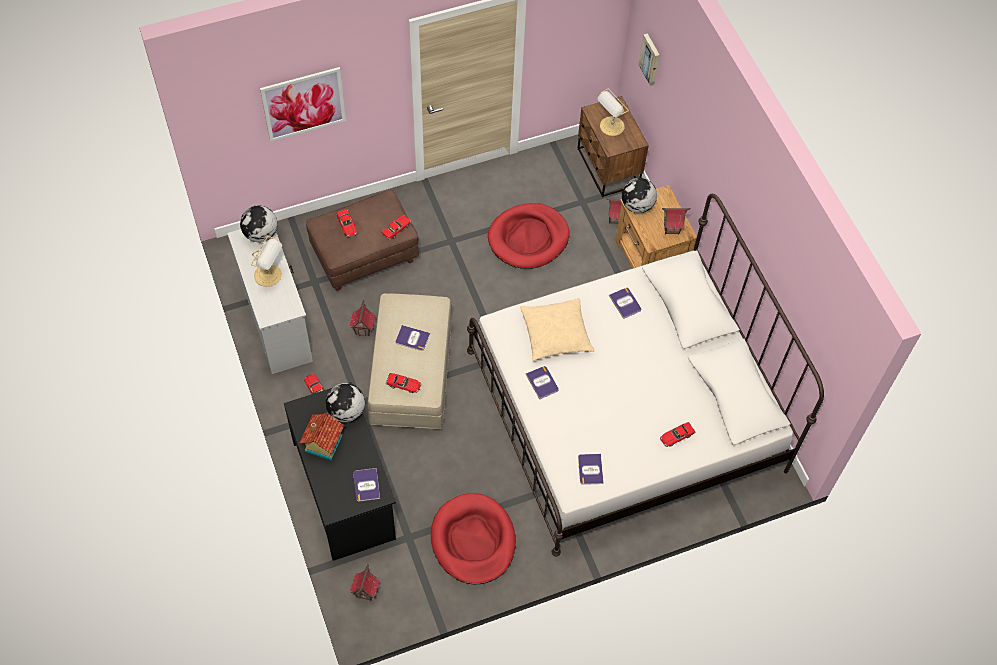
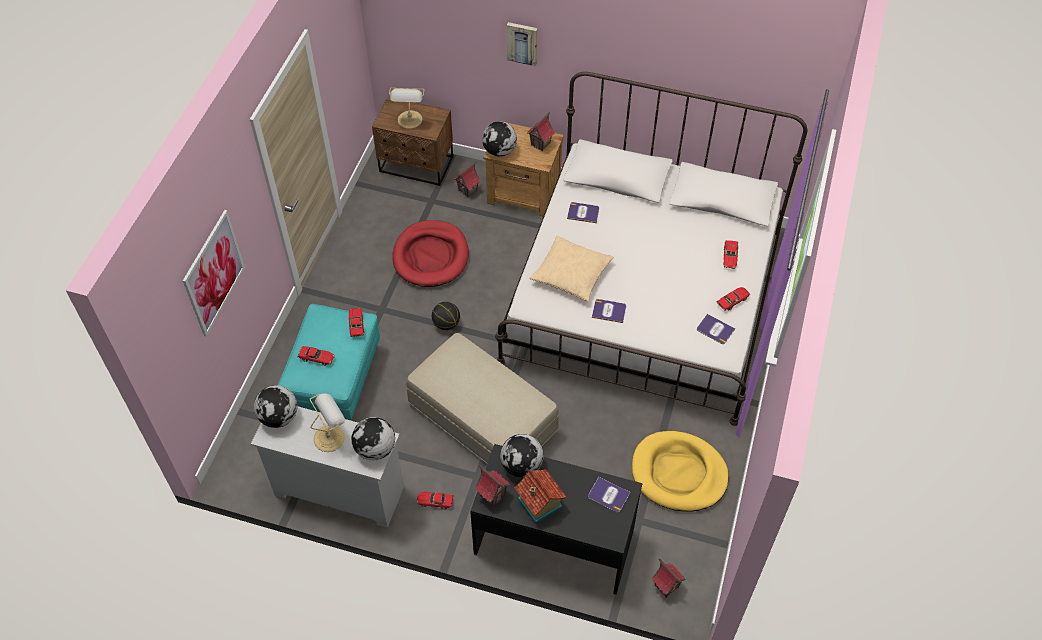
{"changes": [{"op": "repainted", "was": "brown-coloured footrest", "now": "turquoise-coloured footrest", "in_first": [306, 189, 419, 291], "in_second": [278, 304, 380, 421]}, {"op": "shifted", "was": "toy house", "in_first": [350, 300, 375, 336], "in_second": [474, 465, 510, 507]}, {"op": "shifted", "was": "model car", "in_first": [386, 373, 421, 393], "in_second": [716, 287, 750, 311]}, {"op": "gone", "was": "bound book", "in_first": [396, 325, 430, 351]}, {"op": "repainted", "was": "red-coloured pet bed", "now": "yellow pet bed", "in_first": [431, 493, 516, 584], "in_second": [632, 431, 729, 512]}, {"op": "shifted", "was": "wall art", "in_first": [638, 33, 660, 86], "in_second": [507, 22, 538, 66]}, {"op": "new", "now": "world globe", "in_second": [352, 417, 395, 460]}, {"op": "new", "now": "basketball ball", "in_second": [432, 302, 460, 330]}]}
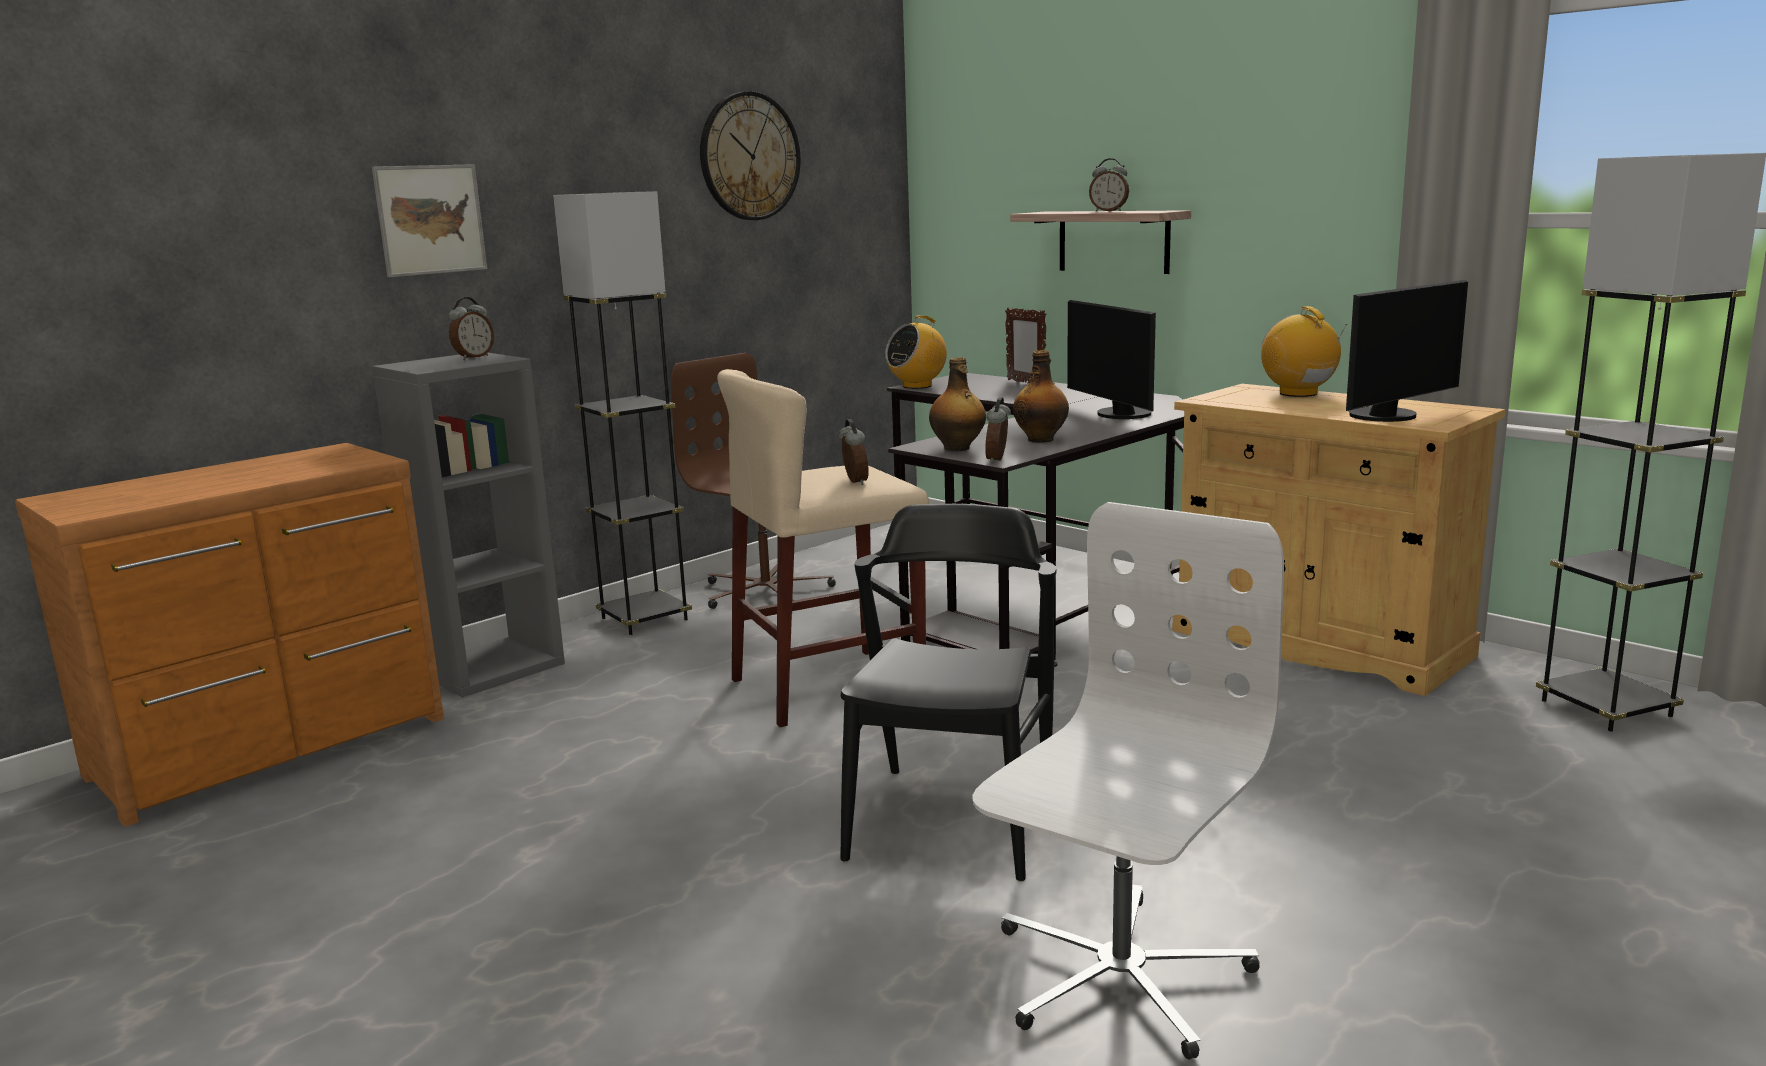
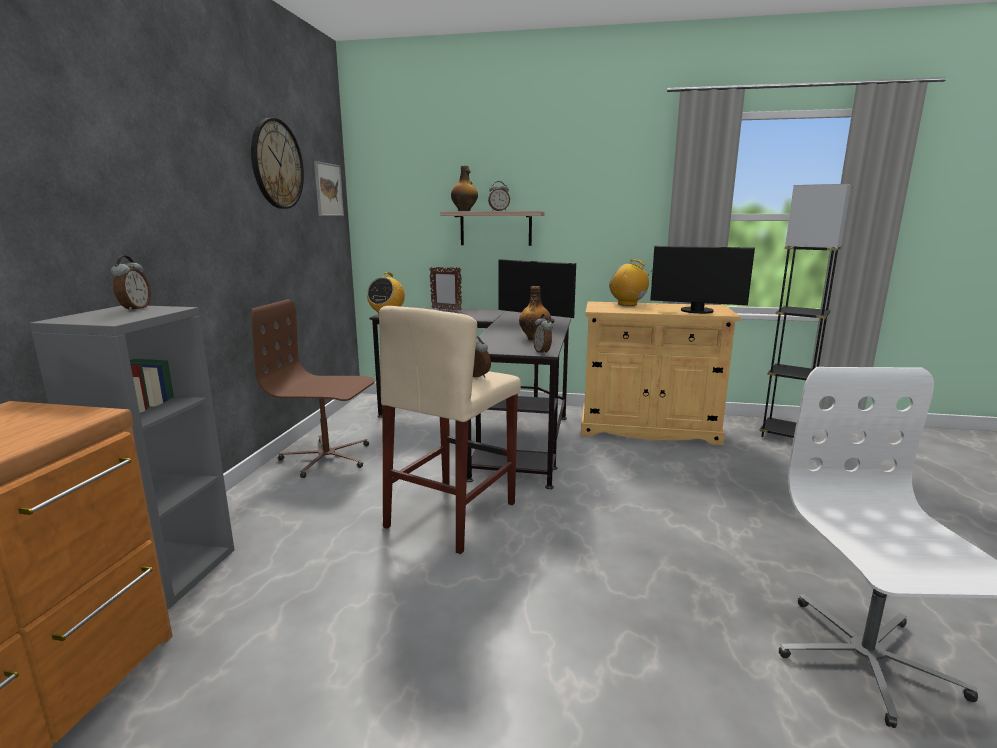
{"changes": [{"op": "shifted", "was": "wall art", "in_first": [372, 164, 487, 277], "in_second": [314, 161, 344, 216]}, {"op": "gone", "was": "greyish standard lamp", "in_first": [553, 191, 692, 635]}, {"op": "gone", "was": "black-coloured chair", "in_first": [840, 504, 1057, 882]}, {"op": "shifted", "was": "drink bottle", "in_first": [929, 357, 986, 451], "in_second": [451, 166, 478, 211]}, {"op": "rotated", "was": "computer screen", "in_first": [1346, 280, 1468, 422], "in_second": [650, 246, 755, 314], "clockwise": 90}]}
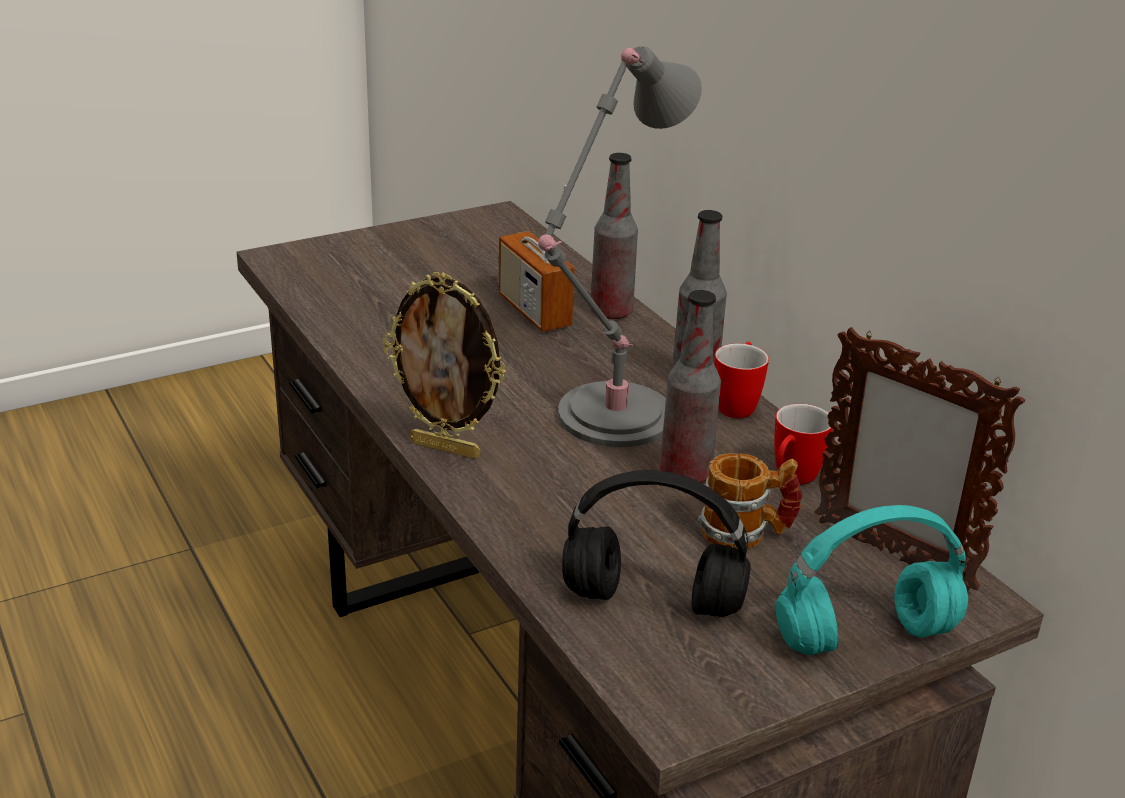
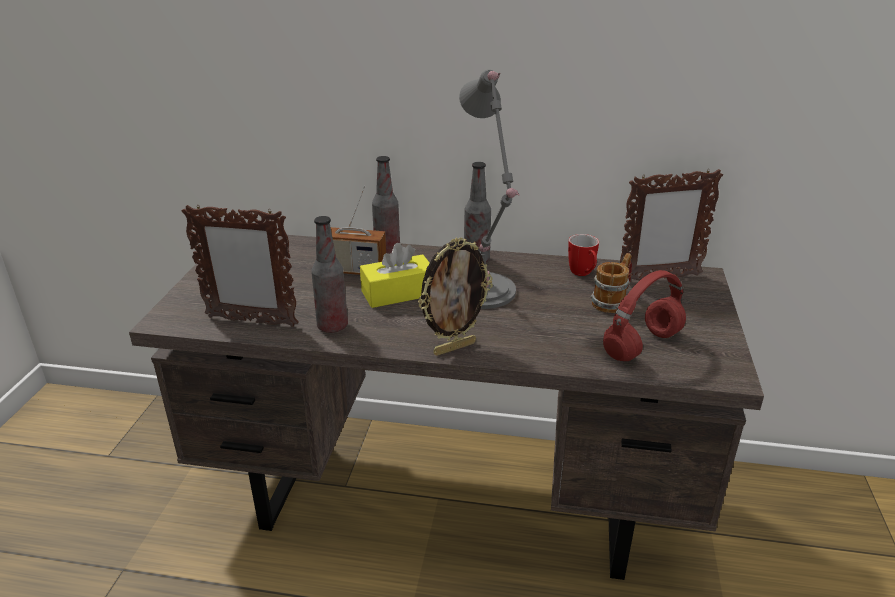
{"changes": [{"op": "repainted", "was": "black-coloured headset", "now": "red-coloured headset", "in_first": [562, 470, 751, 617], "in_second": [603, 270, 686, 361]}, {"op": "shifted", "was": "drink bottle", "in_first": [660, 290, 721, 483], "in_second": [311, 216, 348, 333]}, {"op": "gone", "was": "tea mug", "in_first": [714, 342, 769, 419]}, {"op": "gone", "was": "turquoise-coloured headset", "in_first": [775, 505, 968, 655]}, {"op": "new", "now": "picture frame", "in_second": [182, 204, 299, 327]}, {"op": "new", "now": "yellow box of tissues", "in_second": [360, 243, 430, 308]}]}
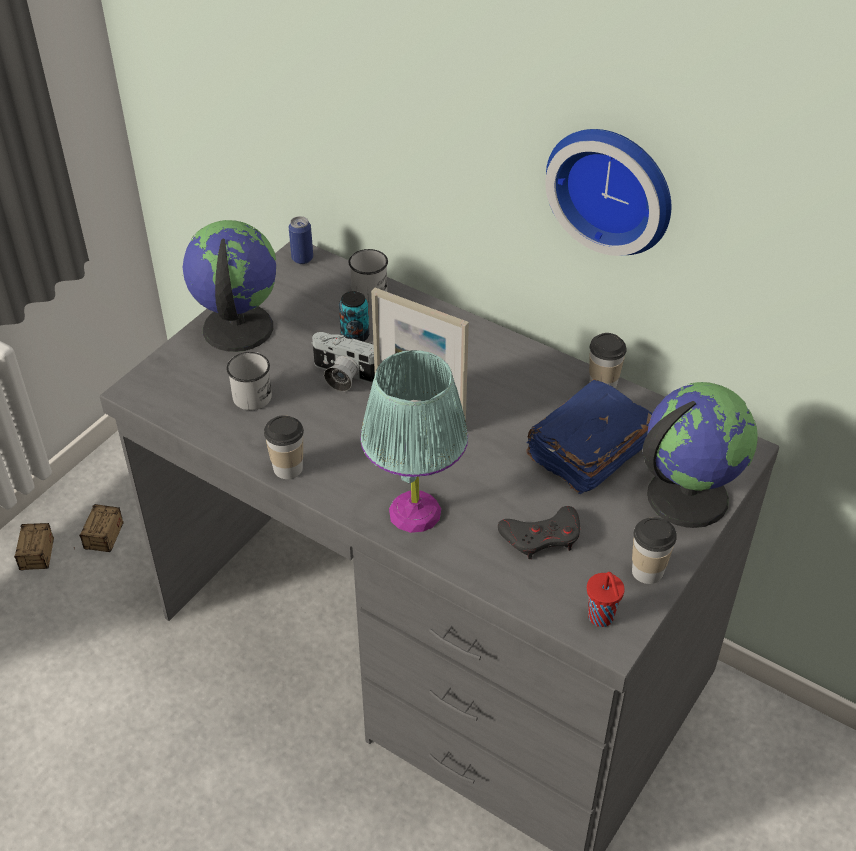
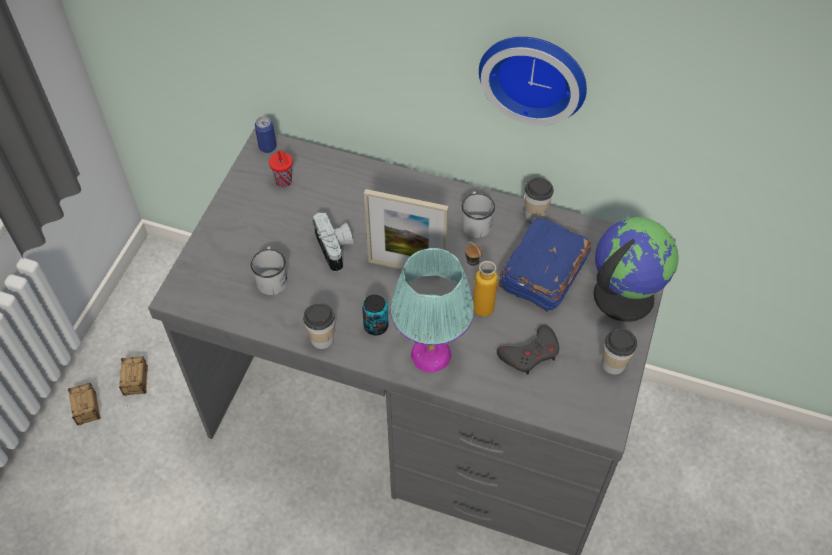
{"changes": [{"op": "gone", "was": "world globe", "in_first": [183, 220, 276, 352]}, {"op": "rotated", "was": "photo camera", "in_first": [311, 332, 375, 391], "in_second": [312, 212, 354, 272], "clockwise": -120}, {"op": "shifted", "was": "can", "in_first": [339, 291, 369, 342], "in_second": [362, 294, 389, 335]}, {"op": "shifted", "was": "whitish tea mug", "in_first": [348, 249, 388, 303], "in_second": [462, 192, 495, 238]}, {"op": "shifted", "was": "red-coloured cup", "in_first": [587, 572, 625, 627], "in_second": [269, 150, 293, 187]}, {"op": "new", "now": "drink bottle", "in_second": [465, 242, 498, 317]}]}
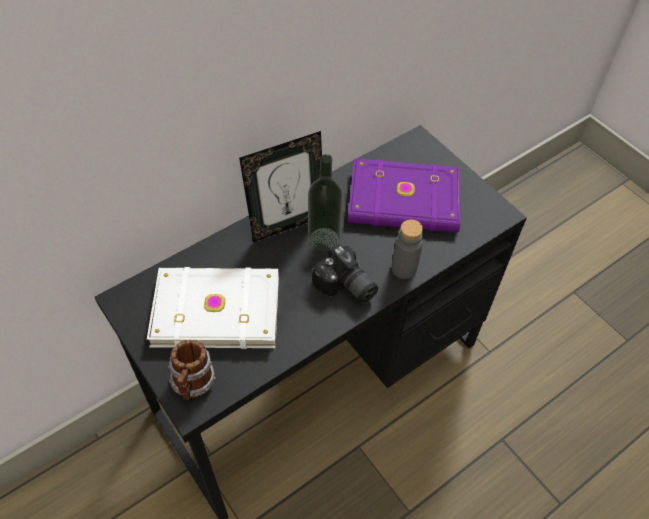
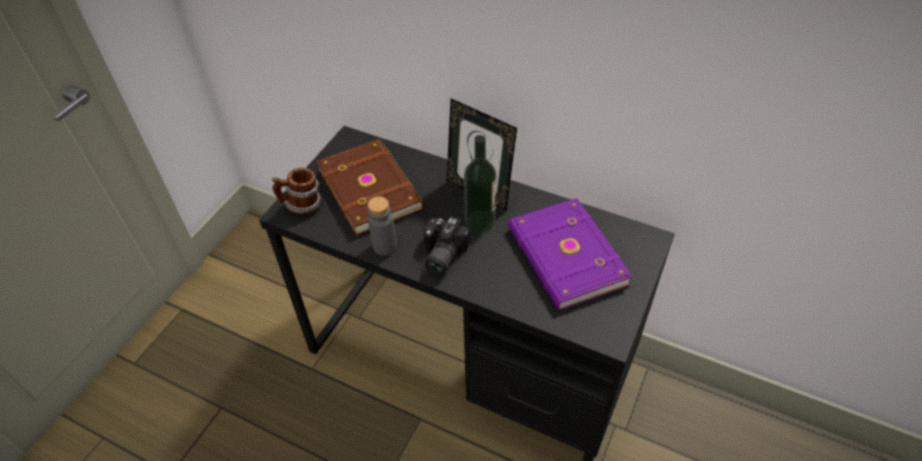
{"changes": [{"op": "repainted", "was": "whitish bound book", "now": "brown-coloured bound book", "in_first": [147, 267, 279, 349], "in_second": [317, 139, 424, 236]}, {"op": "shifted", "was": "greyish drink bottle", "in_first": [391, 219, 423, 279], "in_second": [368, 197, 397, 256]}]}
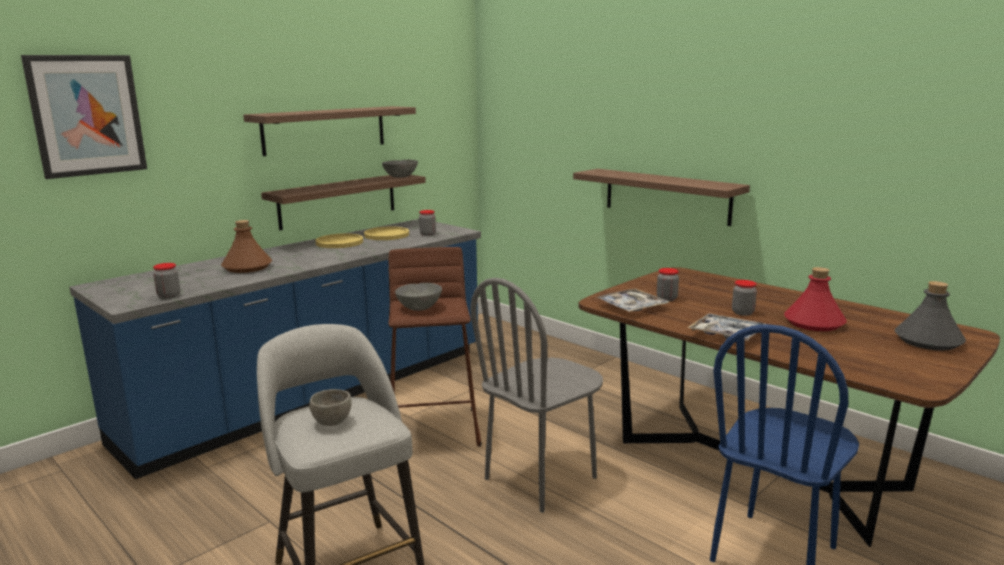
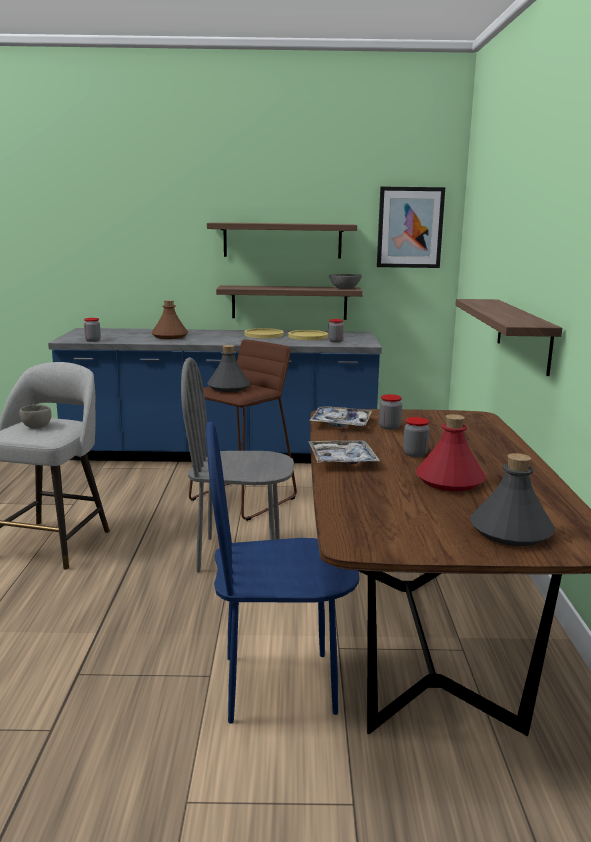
{"changes": [{"op": "shifted", "was": "wall art", "in_first": [21, 55, 147, 179], "in_second": [377, 186, 445, 268]}, {"op": "swapped", "was": "greyish serving bowl", "now": "greyish drink bottle", "in_first": [395, 283, 442, 311], "in_second": [207, 345, 250, 392]}]}
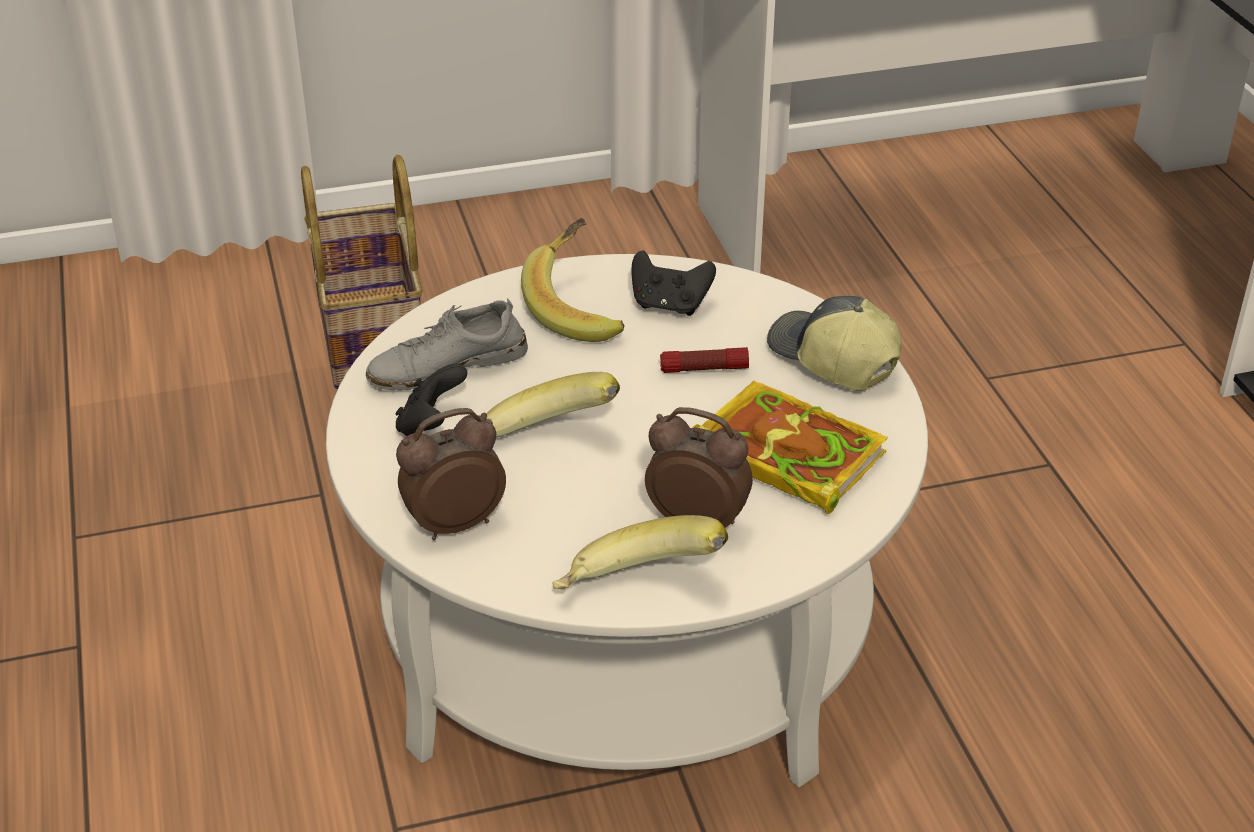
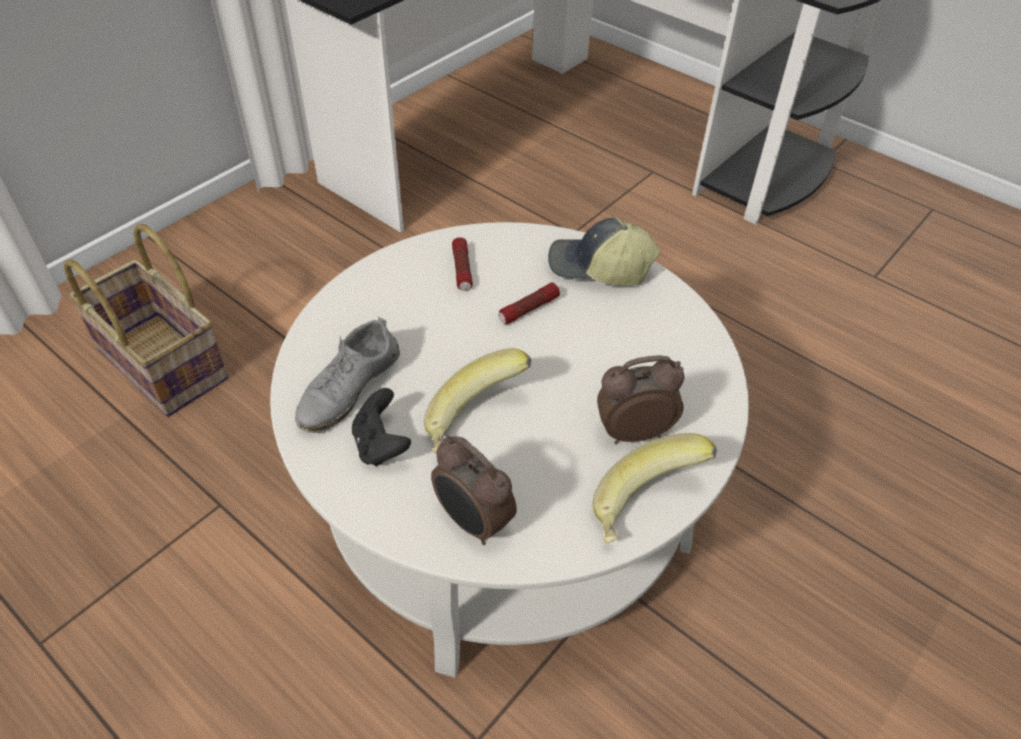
{"changes": [{"op": "rotated", "was": "table clock", "in_first": [396, 408, 506, 540], "in_second": [431, 435, 517, 545], "clockwise": -75}, {"op": "gone", "was": "whole banana", "in_first": [521, 218, 625, 342]}, {"op": "swapped", "was": "black-coloured game controller", "now": "torch", "in_first": [631, 250, 716, 316], "in_second": [452, 237, 473, 291]}, {"op": "gone", "was": "bound book", "in_first": [692, 381, 888, 514]}]}
